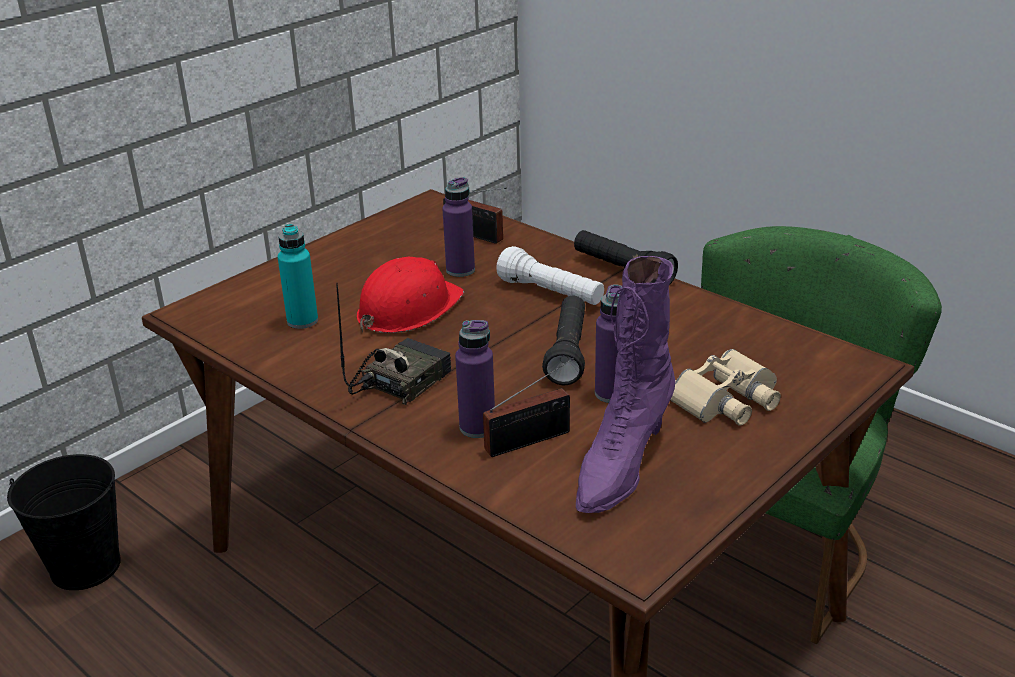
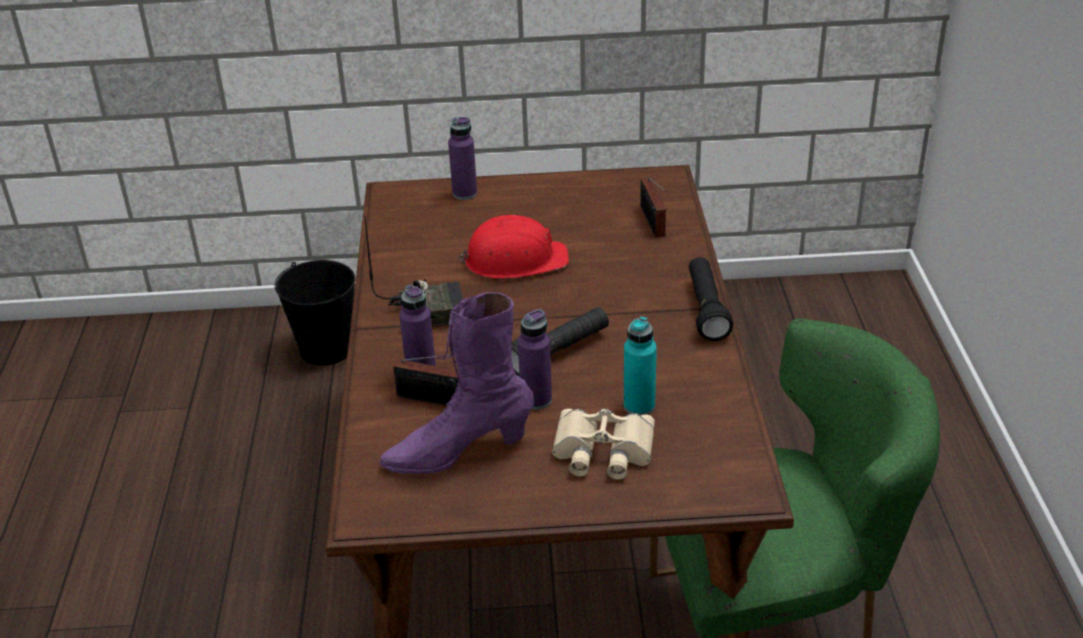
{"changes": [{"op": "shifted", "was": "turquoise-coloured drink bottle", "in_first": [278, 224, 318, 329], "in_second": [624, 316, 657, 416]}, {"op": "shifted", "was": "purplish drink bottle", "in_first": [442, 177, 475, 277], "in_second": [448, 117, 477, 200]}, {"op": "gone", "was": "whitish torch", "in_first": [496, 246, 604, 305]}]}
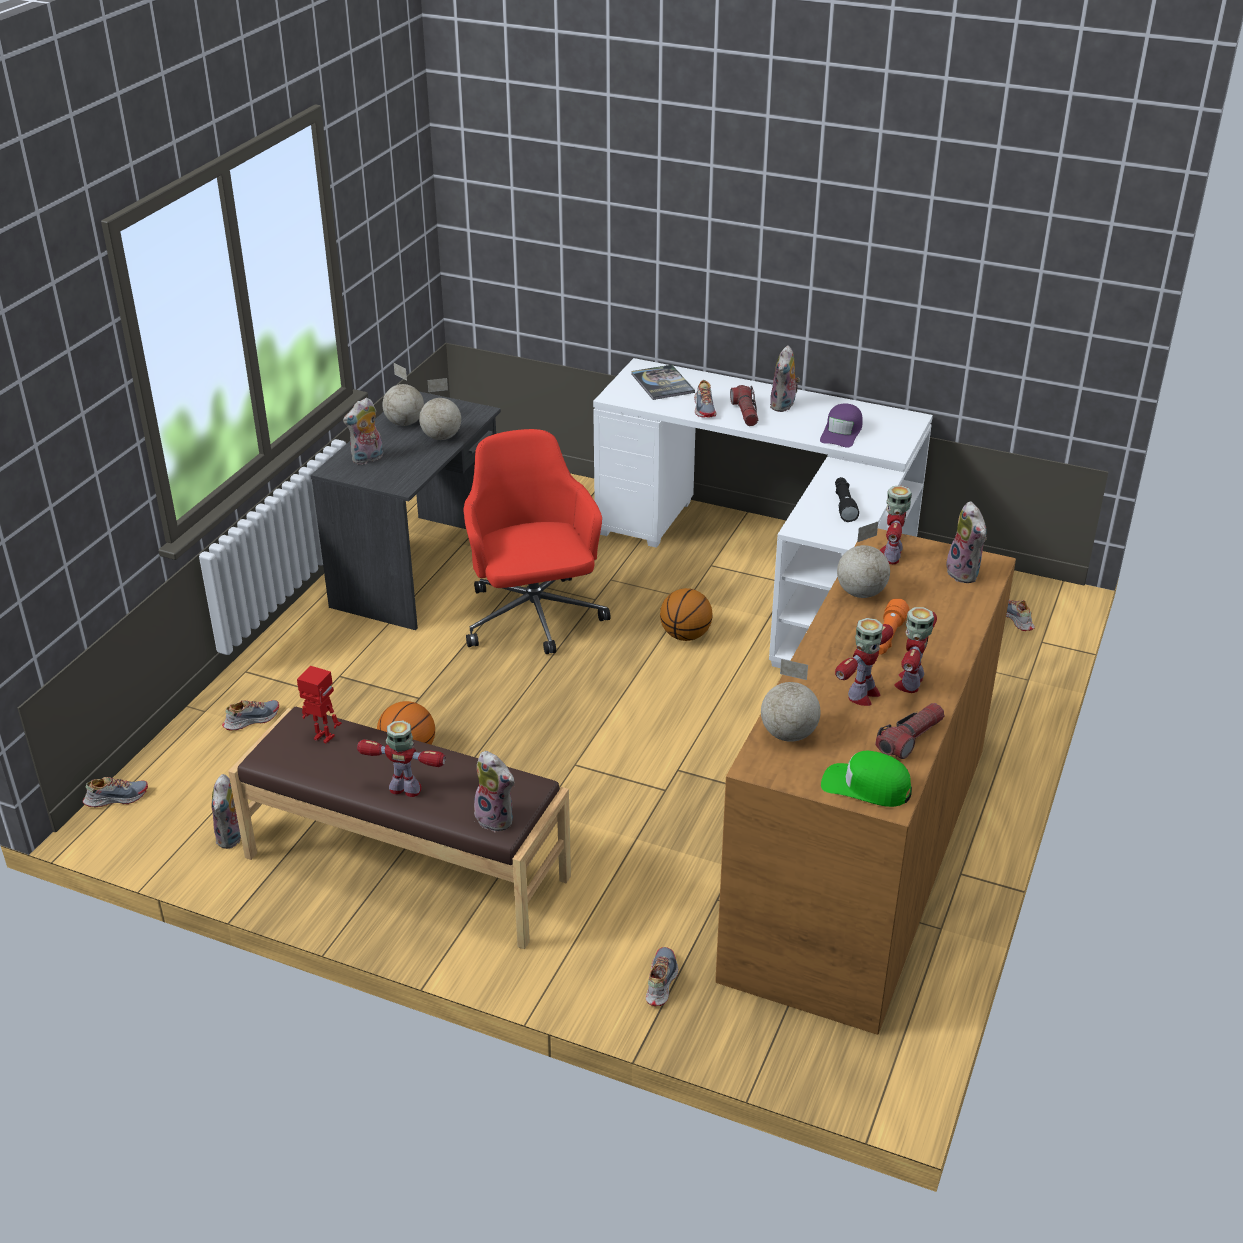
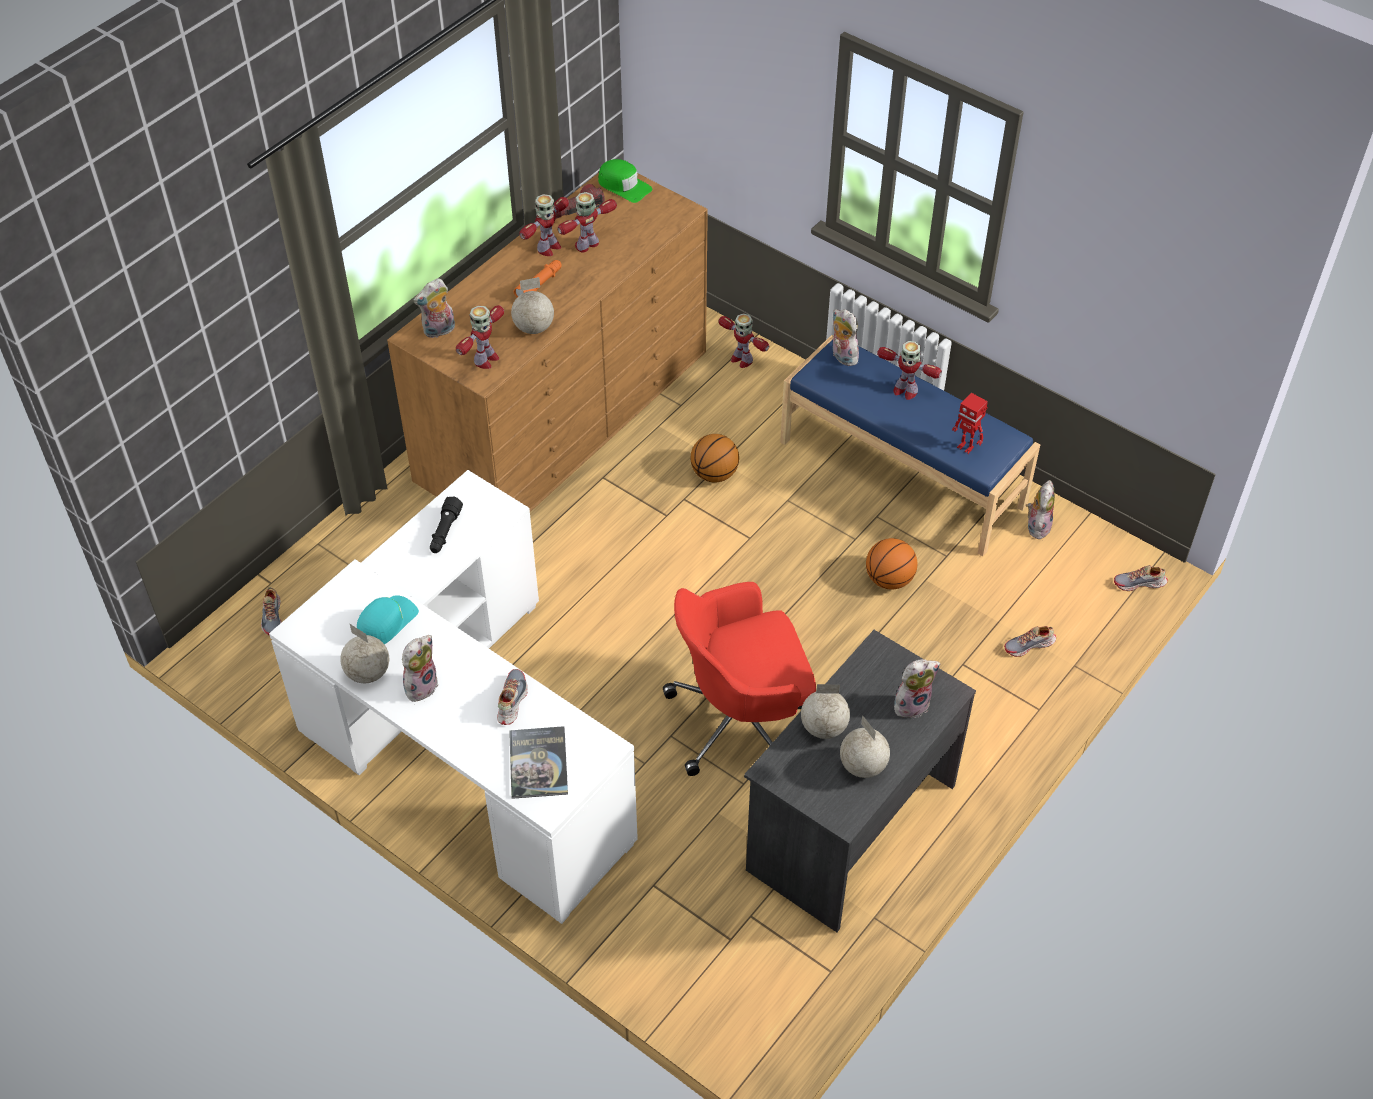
{"changes": [{"op": "repainted", "was": "brown-coloured indoor bench", "now": "bluish indoor bench", "in_first": [228, 707, 571, 949], "in_second": [780, 335, 1040, 556]}, {"op": "rotated", "was": "red-coloured computer chair", "in_first": [463, 429, 611, 654], "in_second": [663, 582, 816, 776], "clockwise": 75}, {"op": "swapped", "was": "shoe", "now": "robot figure", "in_first": [646, 947, 678, 1006], "in_second": [718, 313, 769, 368]}, {"op": "shifted", "was": "basketball ball", "in_first": [660, 588, 713, 641], "in_second": [691, 434, 739, 483]}, {"op": "gone", "was": "torch", "in_first": [730, 385, 758, 426]}, {"op": "shifted", "was": "world globe", "in_first": [761, 659, 820, 742], "in_second": [340, 623, 389, 683]}, {"op": "repainted", "was": "purplish baseball cap", "now": "turquoise-coloured baseball cap", "in_first": [820, 404, 863, 448], "in_second": [357, 595, 419, 644]}, {"op": "rotated", "was": "cuddly toy", "in_first": [943, 501, 987, 583], "in_second": [413, 278, 455, 338], "clockwise": -120}]}
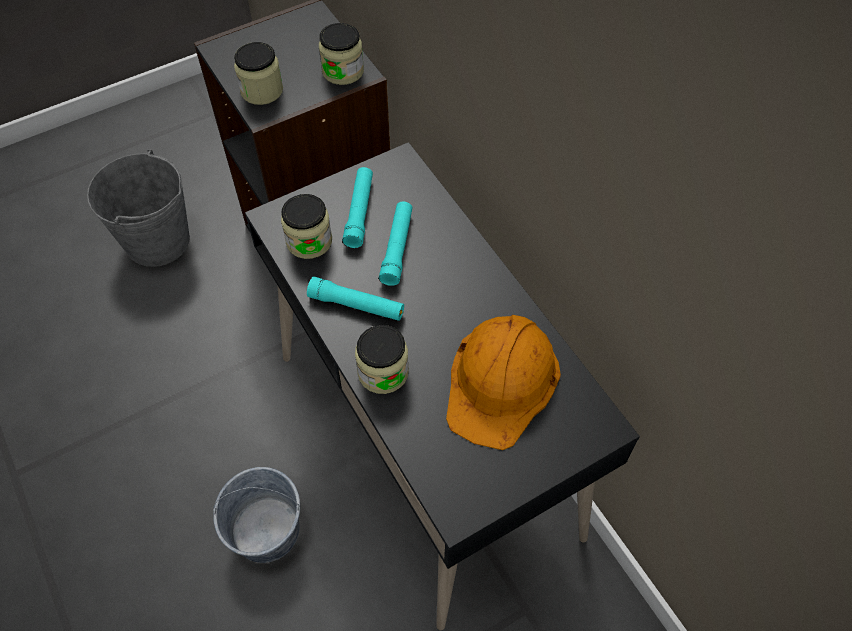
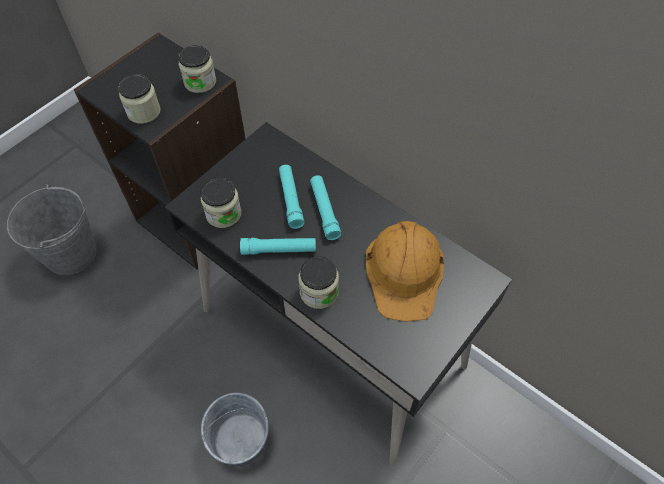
{"changes": [{"op": "shifted", "was": "turquoise-coloured torch", "in_first": [342, 167, 373, 248], "in_second": [310, 175, 342, 240]}]}
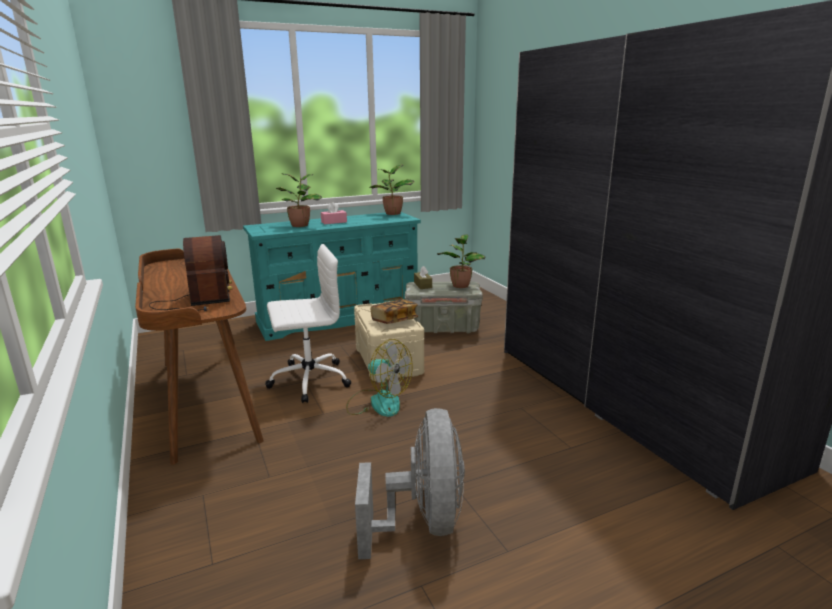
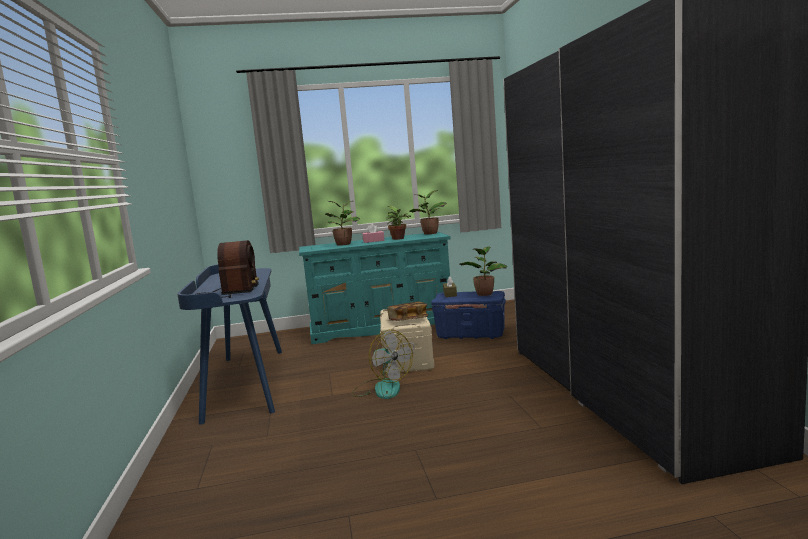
{"changes": [{"op": "repainted", "was": "brown-coloured desk unit", "now": "bluish desk unit", "in_first": [135, 248, 264, 465], "in_second": [177, 264, 282, 425]}, {"op": "gone", "was": "whitish computer chair", "in_first": [265, 244, 351, 403]}, {"op": "gone", "was": "greyish fan", "in_first": [355, 408, 465, 559]}, {"op": "repainted", "was": "greyish storage container", "now": "bluish storage container", "in_first": [405, 281, 483, 333], "in_second": [431, 291, 506, 339]}, {"op": "new", "now": "potted plant", "in_second": [386, 206, 411, 240]}]}
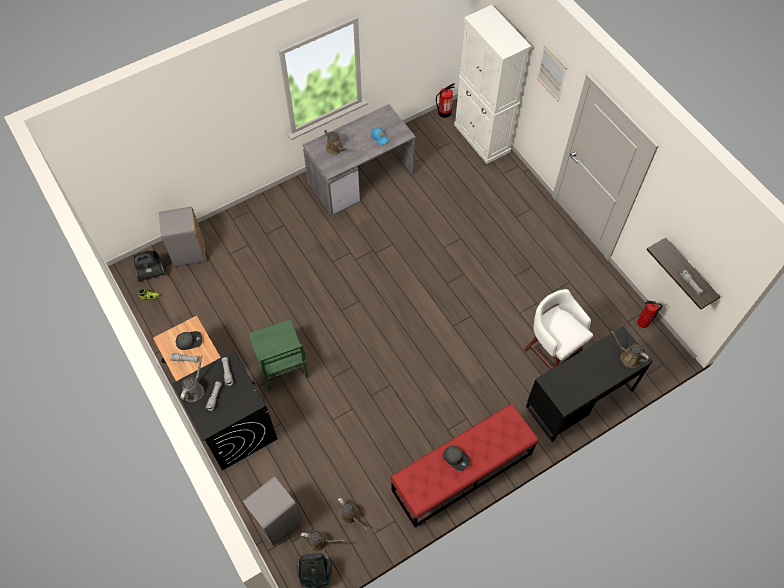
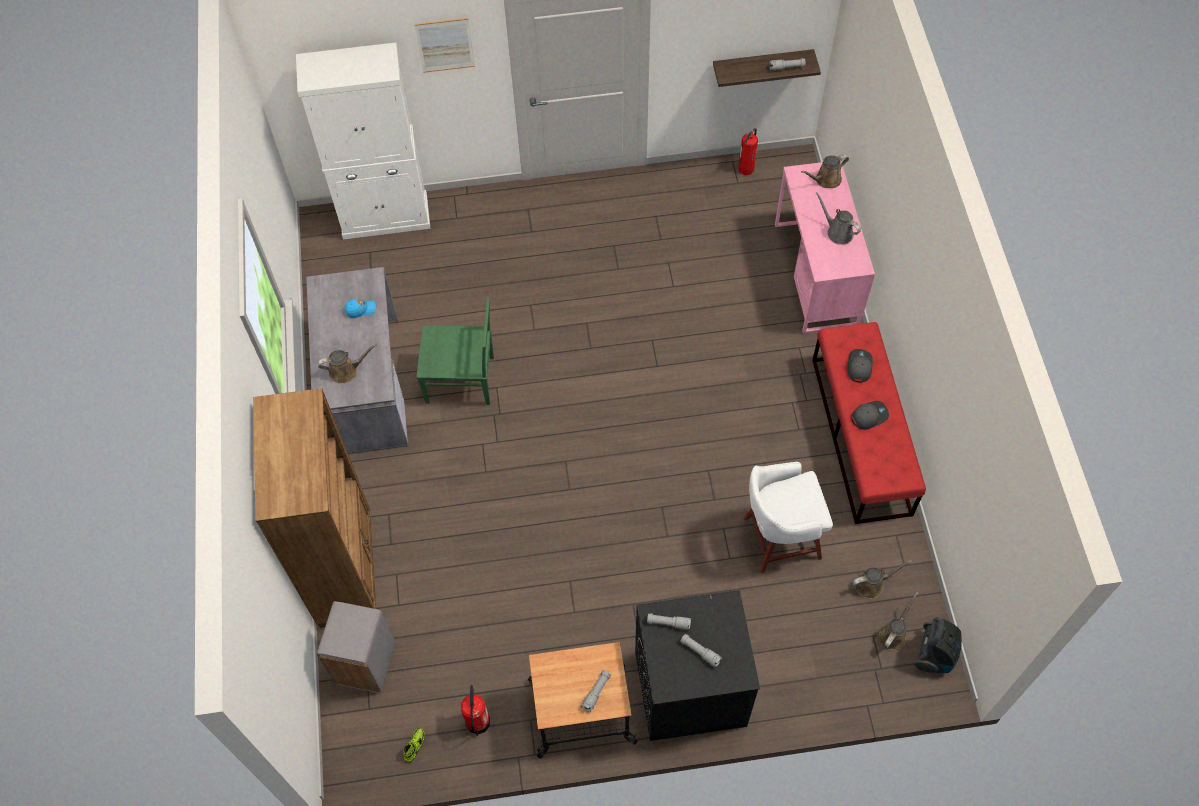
{"changes": [{"op": "gone", "was": "hoover", "in_first": [134, 251, 166, 282]}, {"op": "shifted", "was": "greyish baseball cap", "in_first": [176, 331, 202, 350], "in_second": [847, 349, 873, 383]}, {"op": "shifted", "was": "greyish watering can", "in_first": [181, 355, 204, 402], "in_second": [816, 192, 861, 245]}, {"op": "gone", "was": "greyish rubbish bin", "in_first": [242, 476, 302, 545]}, {"op": "shifted", "was": "green chair", "in_first": [249, 319, 308, 391], "in_second": [416, 297, 494, 405]}, {"op": "shifted", "was": "extinguisher", "in_first": [436, 83, 455, 118], "in_second": [461, 685, 490, 736]}, {"op": "shifted", "was": "whitish stool seat", "in_first": [524, 289, 593, 370], "in_second": [744, 462, 833, 573]}, {"op": "repainted", "was": "black-coloured desk unit", "now": "pinkish desk unit", "in_first": [526, 326, 653, 442], "in_second": [775, 162, 875, 333]}, {"op": "new", "now": "brown-coloured bookshelf", "in_second": [253, 388, 376, 628]}]}
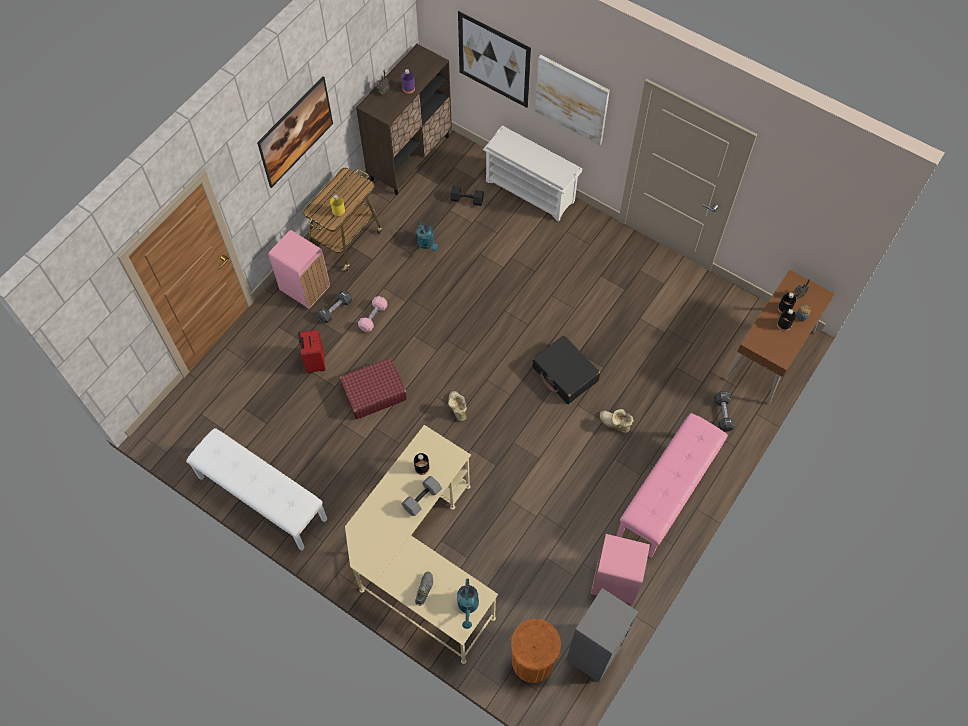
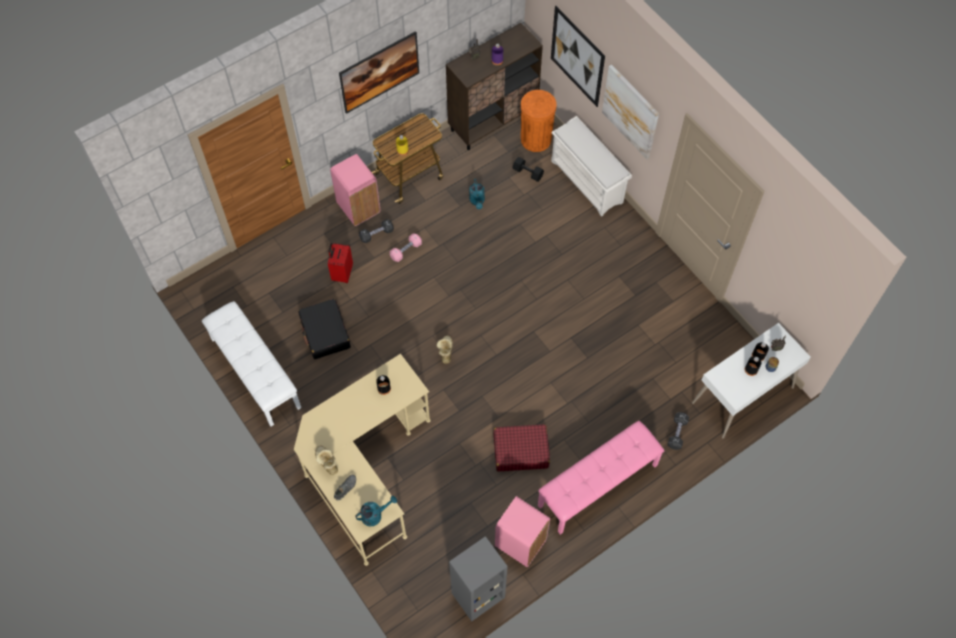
{"changes": [{"op": "shifted", "was": "red-coloured travel case", "in_first": [339, 357, 407, 419], "in_second": [494, 424, 550, 471]}, {"op": "gone", "was": "greyish free weight", "in_first": [401, 476, 442, 516]}, {"op": "rotated", "was": "turquoise-coloured watering can", "in_first": [457, 579, 479, 629], "in_second": [355, 496, 397, 526], "clockwise": -135}, {"op": "shifted", "was": "orange-coloured rubbish bin", "in_first": [510, 619, 561, 683], "in_second": [521, 90, 557, 152]}, {"op": "shifted", "was": "black-coloured travel case", "in_first": [532, 336, 600, 404], "in_second": [298, 299, 351, 359]}, {"op": "shifted", "was": "boot", "in_first": [599, 409, 634, 433], "in_second": [315, 445, 338, 475]}, {"op": "repainted", "was": "brown-coloured desk unit", "now": "whitish desk unit", "in_first": [724, 270, 835, 404], "in_second": [692, 323, 811, 438]}]}
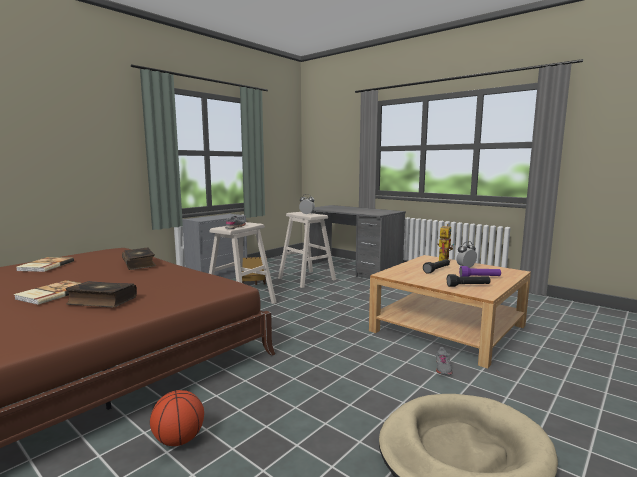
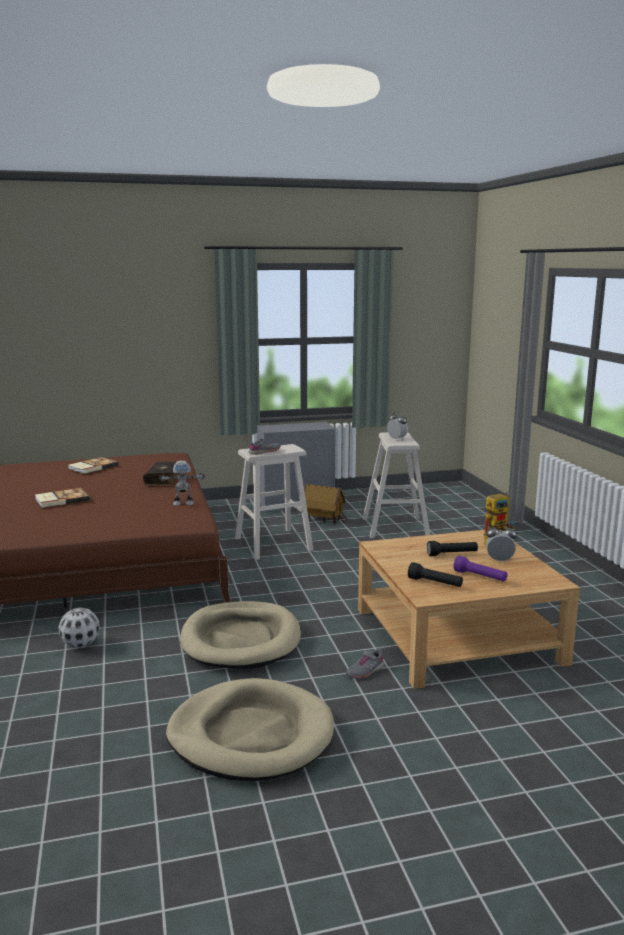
{"changes": [{"op": "gone", "was": "bound book", "in_first": [65, 281, 137, 307]}, {"op": "swapped", "was": "basketball ball", "now": "ball for football", "in_first": [150, 390, 204, 446], "in_second": [58, 608, 100, 648]}, {"op": "gone", "was": "greyish desk unit", "in_first": [306, 205, 406, 279]}, {"op": "new", "now": "robot figure", "in_second": [159, 460, 206, 506]}, {"op": "new", "now": "beige-coloured pet bed", "in_second": [180, 601, 301, 669]}]}
